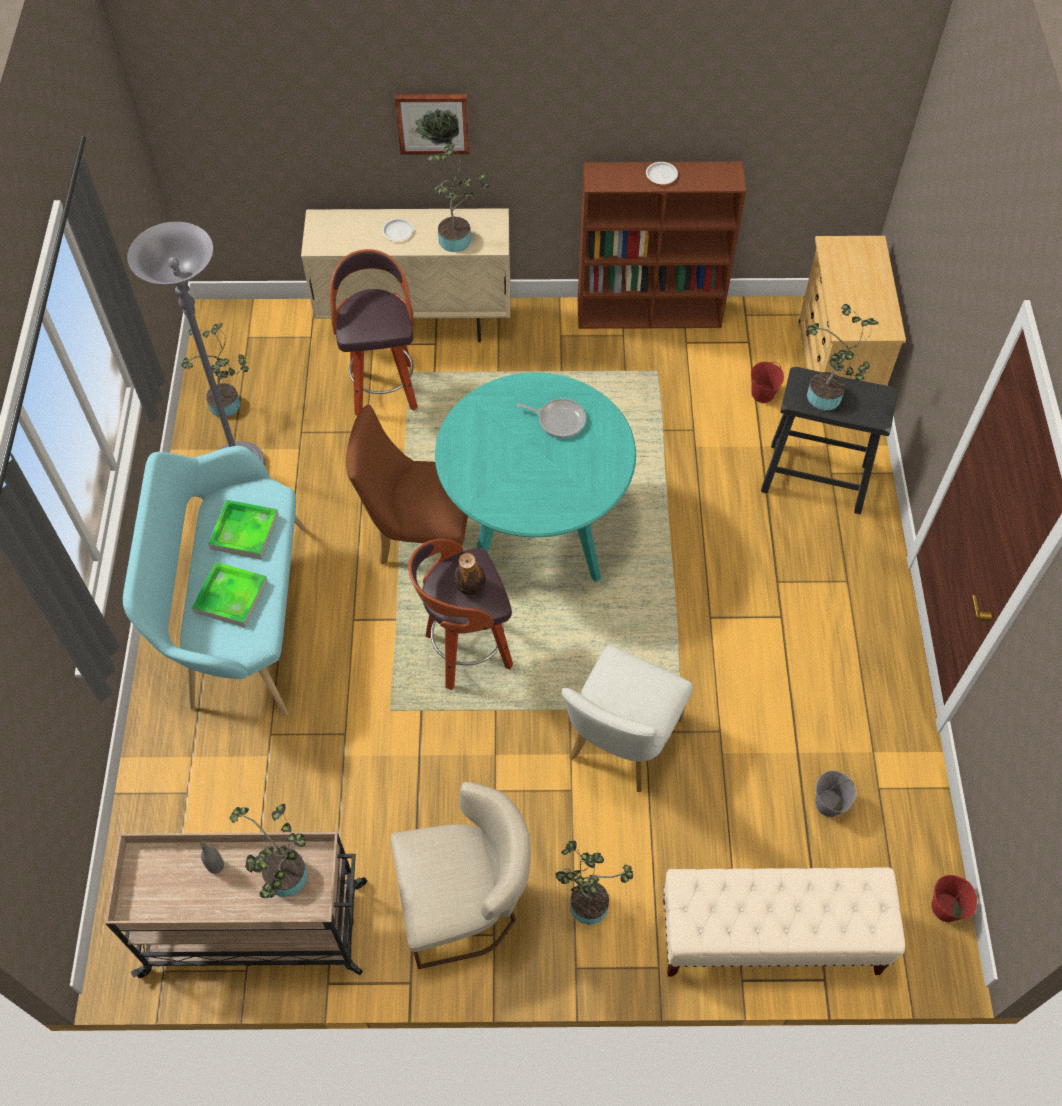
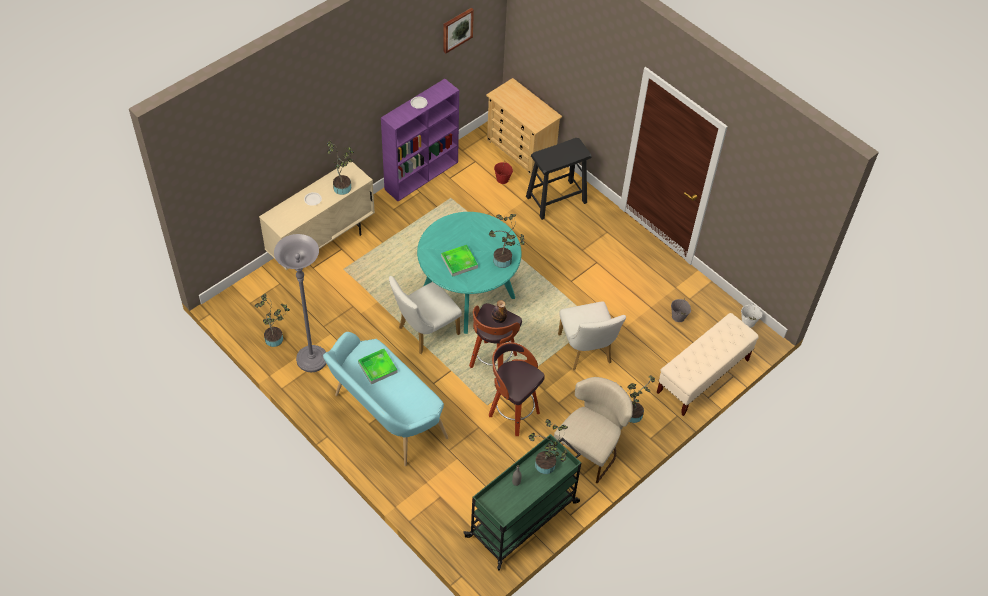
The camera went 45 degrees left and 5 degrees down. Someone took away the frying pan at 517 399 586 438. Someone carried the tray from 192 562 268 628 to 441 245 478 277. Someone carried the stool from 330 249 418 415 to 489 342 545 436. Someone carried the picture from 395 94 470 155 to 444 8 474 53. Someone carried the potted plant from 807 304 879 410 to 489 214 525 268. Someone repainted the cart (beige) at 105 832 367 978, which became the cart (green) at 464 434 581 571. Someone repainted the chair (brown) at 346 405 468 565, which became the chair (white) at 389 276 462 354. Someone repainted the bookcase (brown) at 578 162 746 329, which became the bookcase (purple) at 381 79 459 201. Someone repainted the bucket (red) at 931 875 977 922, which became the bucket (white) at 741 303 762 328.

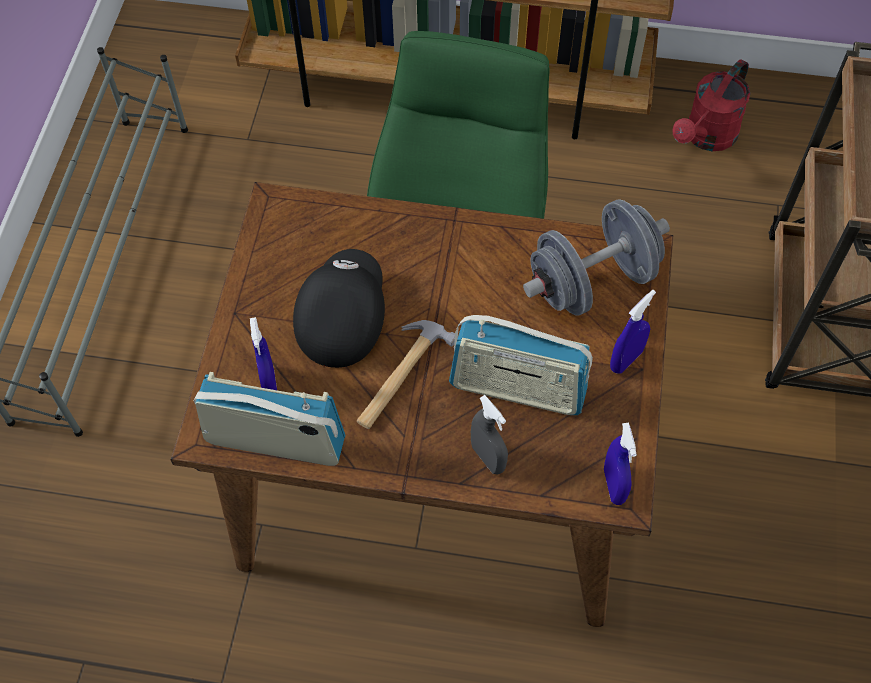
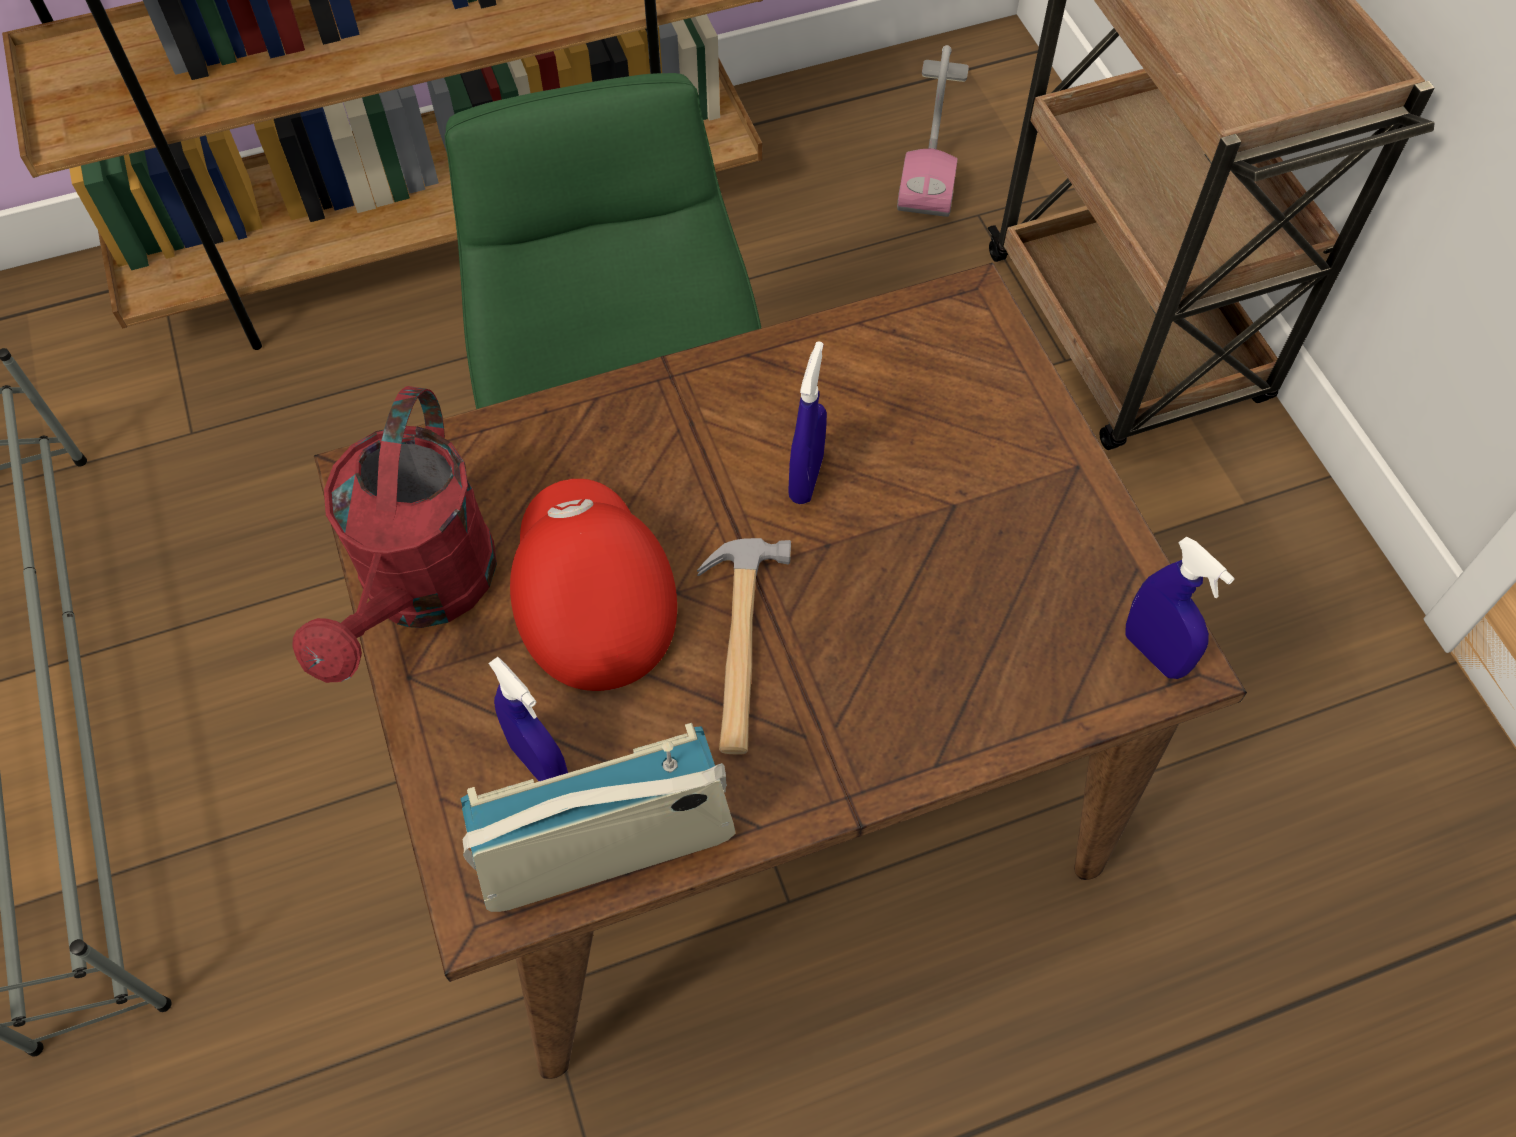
The camera went 30 degrees left and 0 degrees up. Someone took away the radio at 449 315 593 415. Someone took away the spray bottle (grey) at 471 395 508 475. Someone took away the dumbbell (grey) at 523 200 670 316. Someone put down the vacuum cleaner at 897 45 969 217. Someone carried the spray bottle (blue) from 610 290 656 374 to 788 341 827 504. Someone carried the watering can (red) from 672 59 750 151 to 292 386 497 683. Someone repainted the cap (black) at 293 249 385 368, which became the cap (red) at 510 479 677 691.

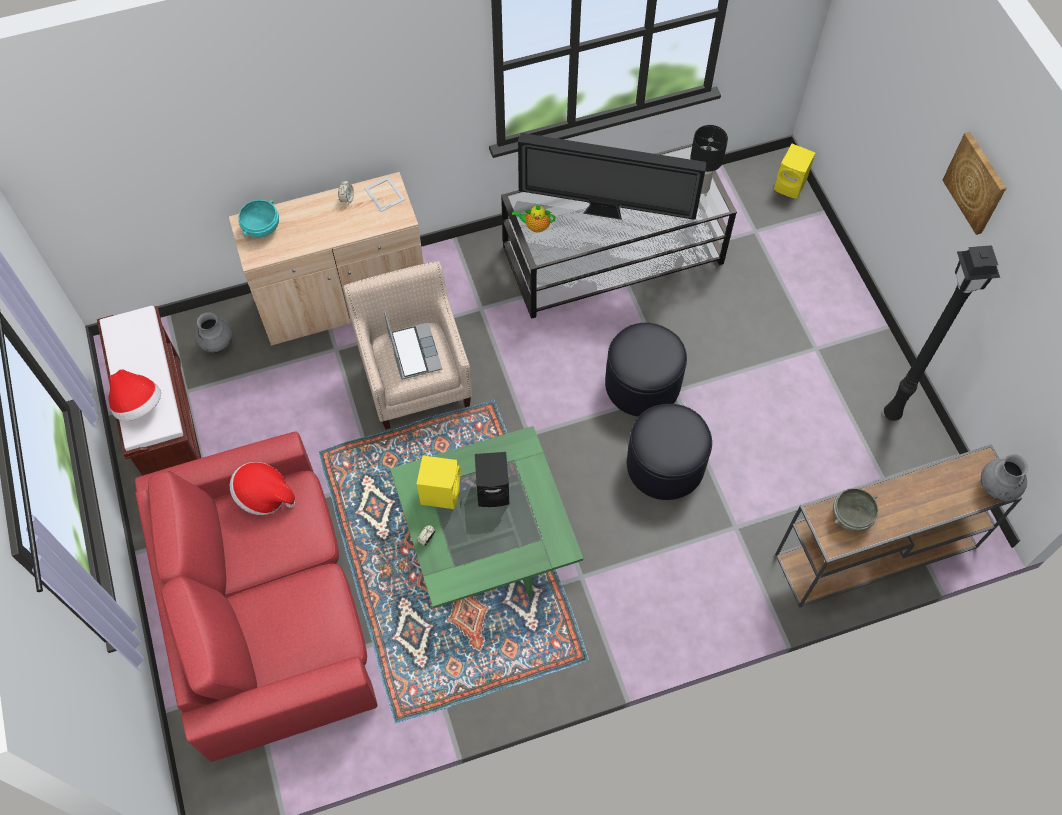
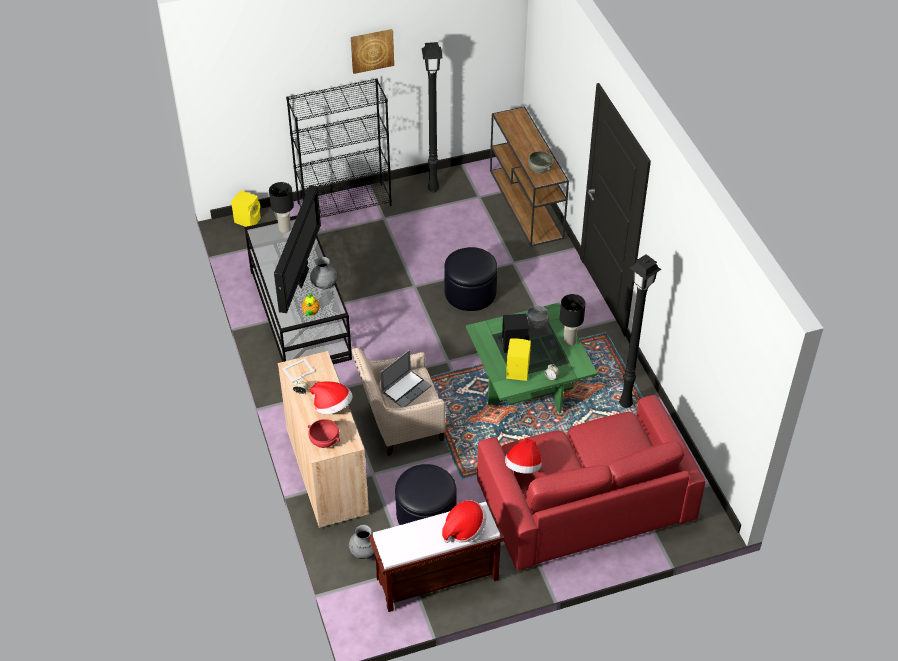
The camera went 90 degrees left and 15 degrees down. Someone put down the bookcase (black) at 286 78 392 218. Someone put down the hat at 310 382 353 414. Someone put down the bowl (grey) at 526 305 549 329. Someone put down the table lamp (black) at 560 294 586 346. Someone put down the floor lamp (black) at 619 254 661 408. Someone carried the ottoman (black) from 605 323 687 417 to 395 464 457 525. Someone carried the vase (grey) from 981 454 1028 501 to 310 257 337 289. Someone repainted the bowl (turquoise) at 238 200 279 238, which became the bowl (red) at 308 419 340 448. Someone rotated the laptop at 384 310 442 380 by 150 degrees clockwise.

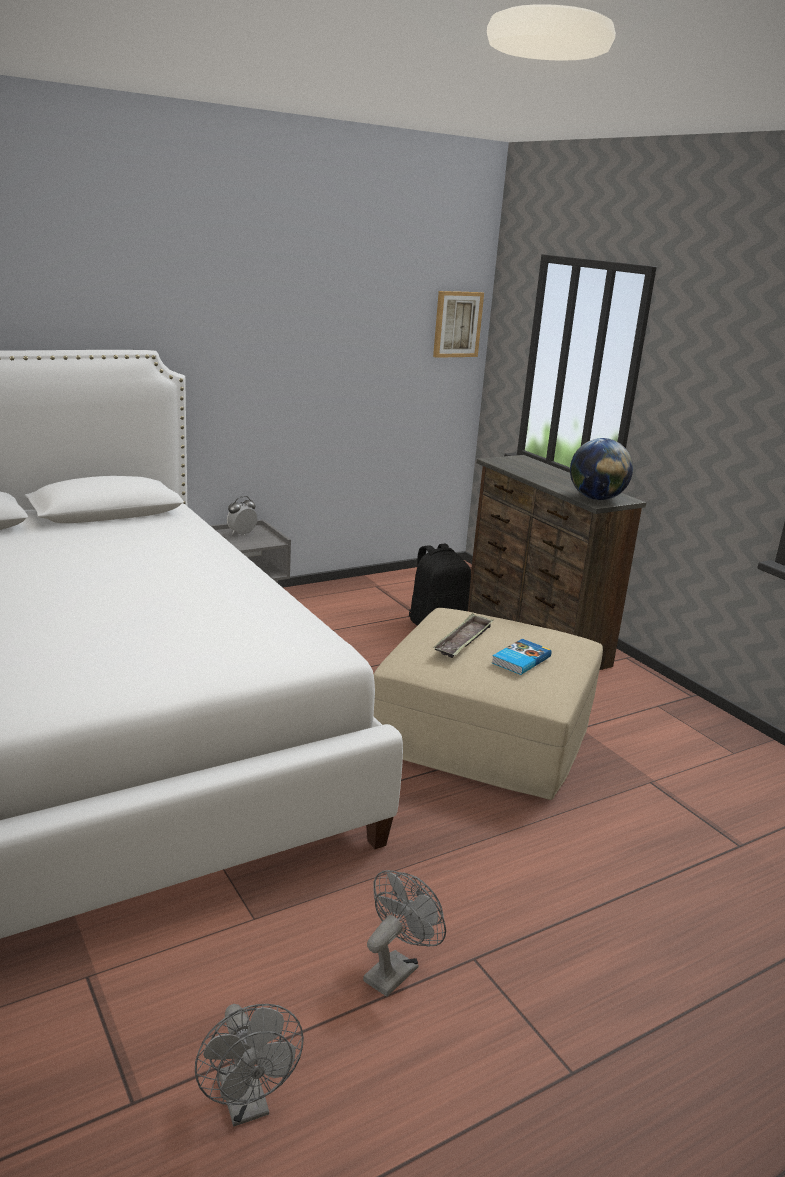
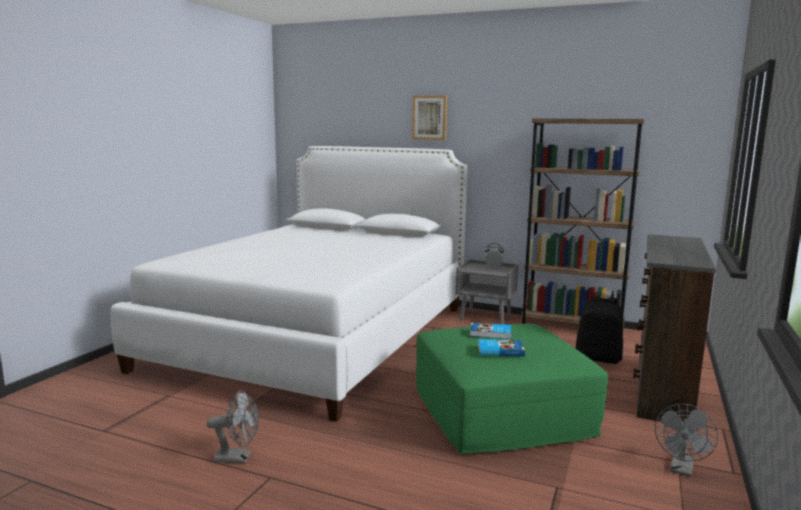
The camera went 55 degrees right and 10 degrees down. Someone took away the globe at 570 438 633 500. Someone put down the bookcase (brown) at 521 119 644 329. Someone carried the fan (grey) from 195 1004 304 1126 to 655 404 718 477. Someone carried the picture from 433 291 484 358 to 412 96 447 140. Someone swapped the tray at 433 613 493 658 for the book at 470 322 511 339. Someone repainted the ottoman (beige) at 374 608 603 800, which became the ottoman (green) at 416 324 608 454.

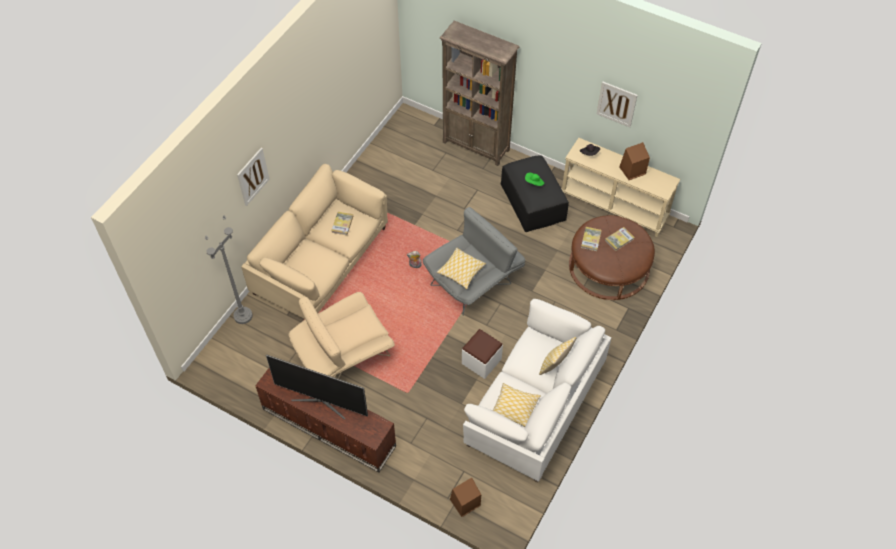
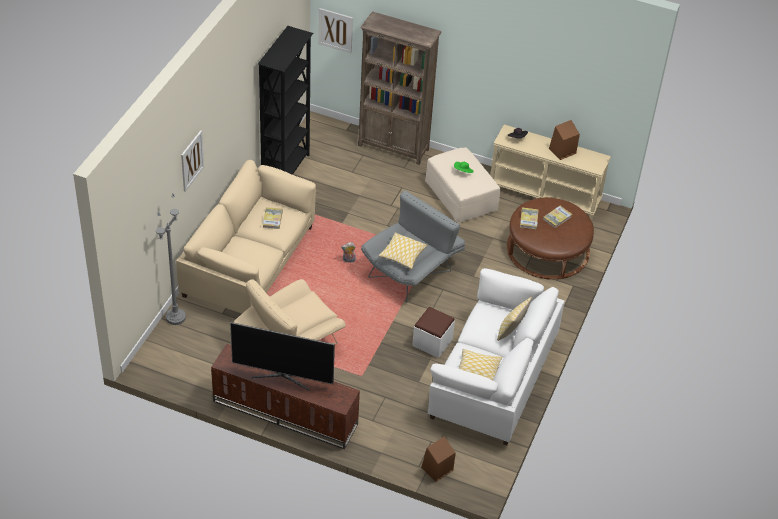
The camera went 10 degrees left and 10 degrees down. Someone put down the bookcase (black) at 258 26 313 175. Someone carried the picture from 597 82 637 127 to 319 8 353 53. Someone repainted the ottoman (black) at 501 155 569 232, which became the ottoman (beige) at 425 147 500 223.

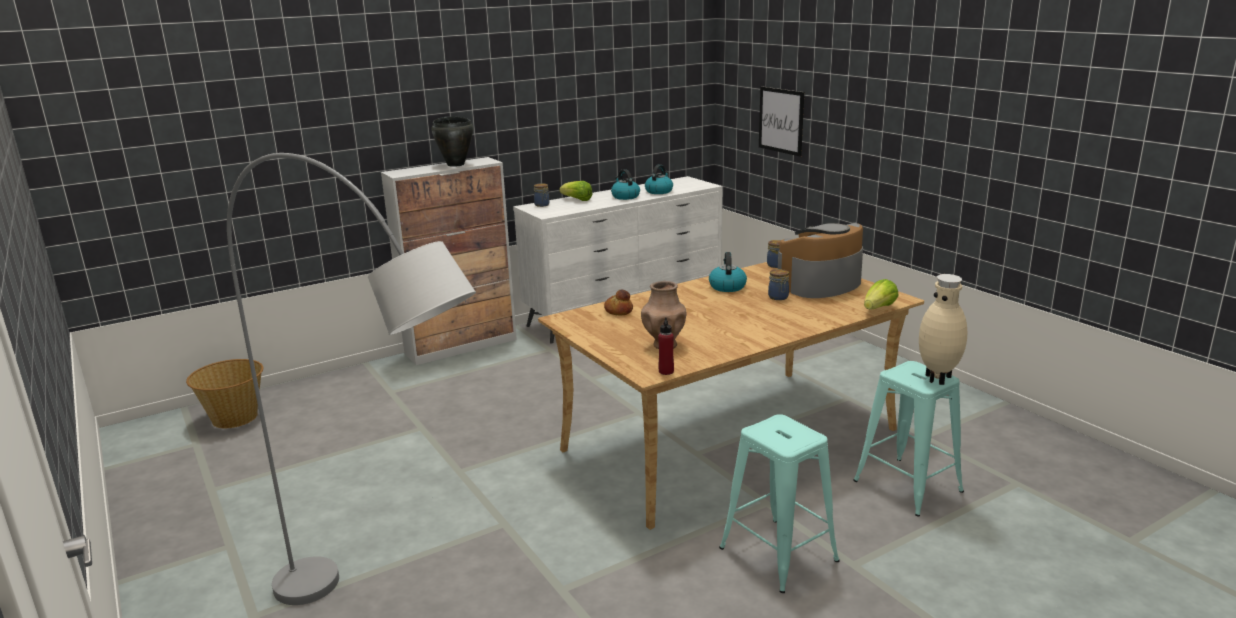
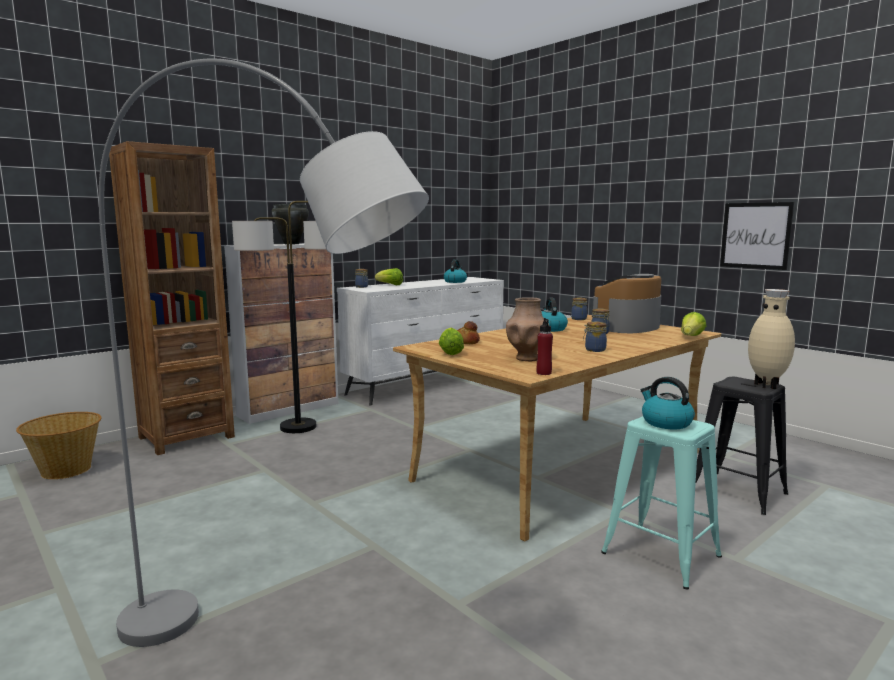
The camera went 10 degrees left and 10 degrees down. Someone put down the bookcase (brown) at 109 141 235 455. Someone put down the floor lamp at 232 201 326 433. Someone put down the lettuce at 439 327 464 355. Someone put down the jar at 583 322 607 352. Someone carried the kettle from 611 169 640 200 to 641 377 695 429. Someone carried the picture from 759 86 804 156 to 720 202 794 270. Someone repainted the stool (turquoise) at 853 361 964 517, which became the stool (black) at 696 377 788 515.

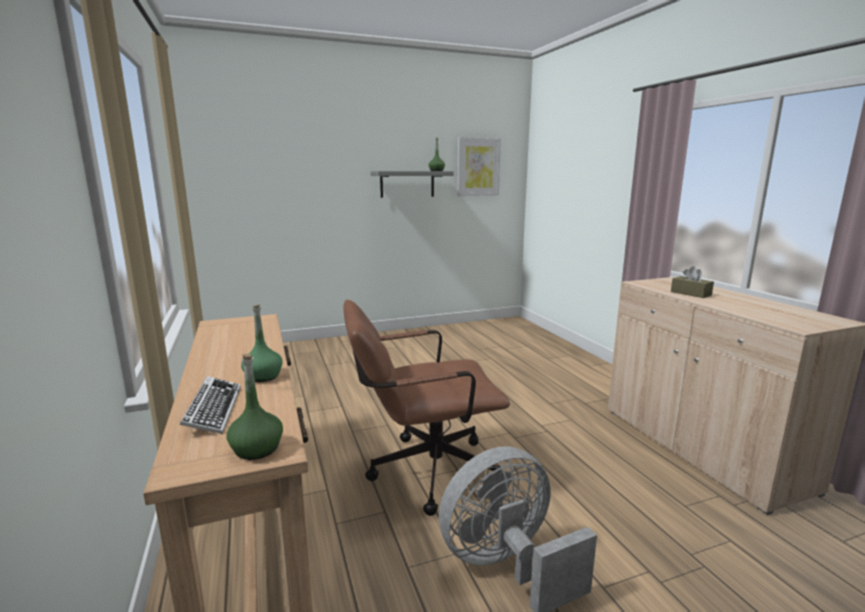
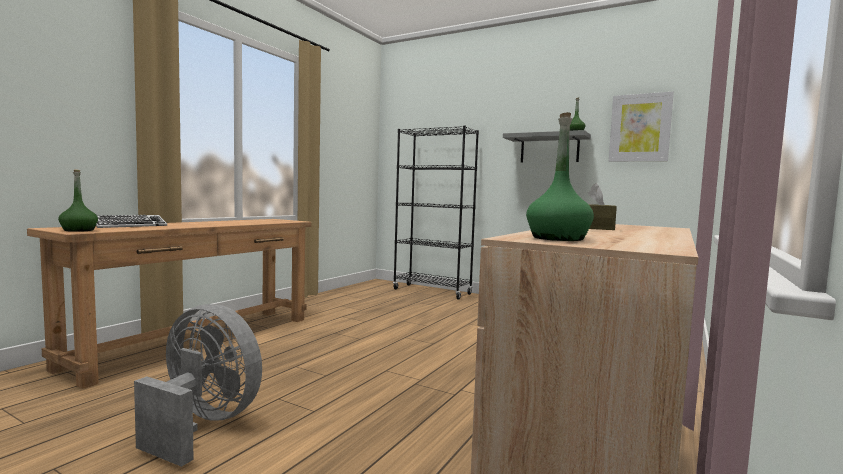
The camera went 50 degrees right and 10 degrees down. Someone took away the office chair (brown) at 343 300 510 516. Someone put down the bookcase (black) at 393 126 479 299. Someone carried the bottle (green) from 241 305 282 382 to 526 112 594 241.

